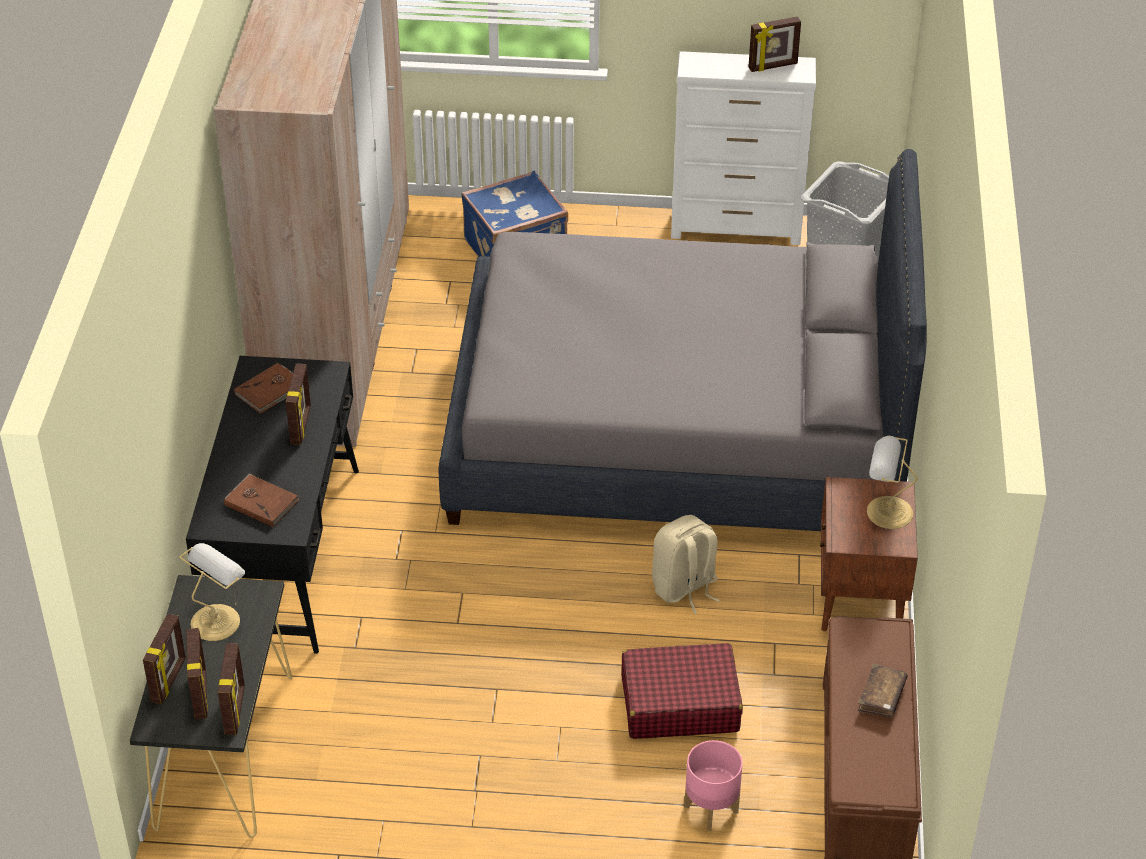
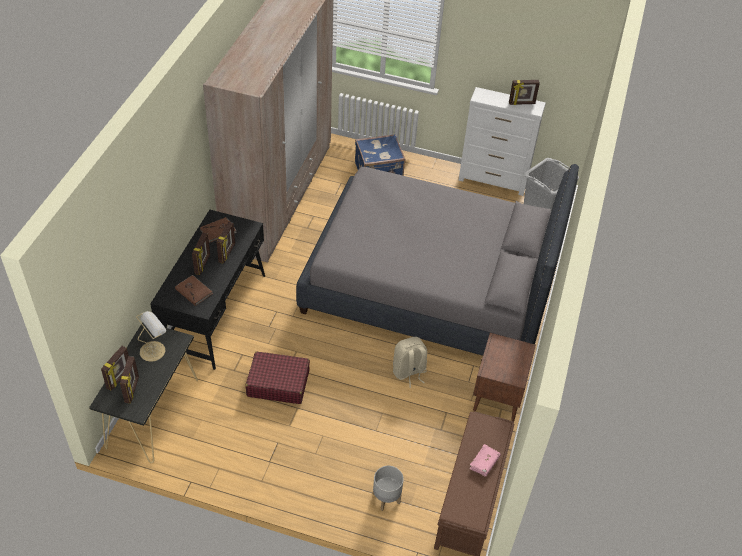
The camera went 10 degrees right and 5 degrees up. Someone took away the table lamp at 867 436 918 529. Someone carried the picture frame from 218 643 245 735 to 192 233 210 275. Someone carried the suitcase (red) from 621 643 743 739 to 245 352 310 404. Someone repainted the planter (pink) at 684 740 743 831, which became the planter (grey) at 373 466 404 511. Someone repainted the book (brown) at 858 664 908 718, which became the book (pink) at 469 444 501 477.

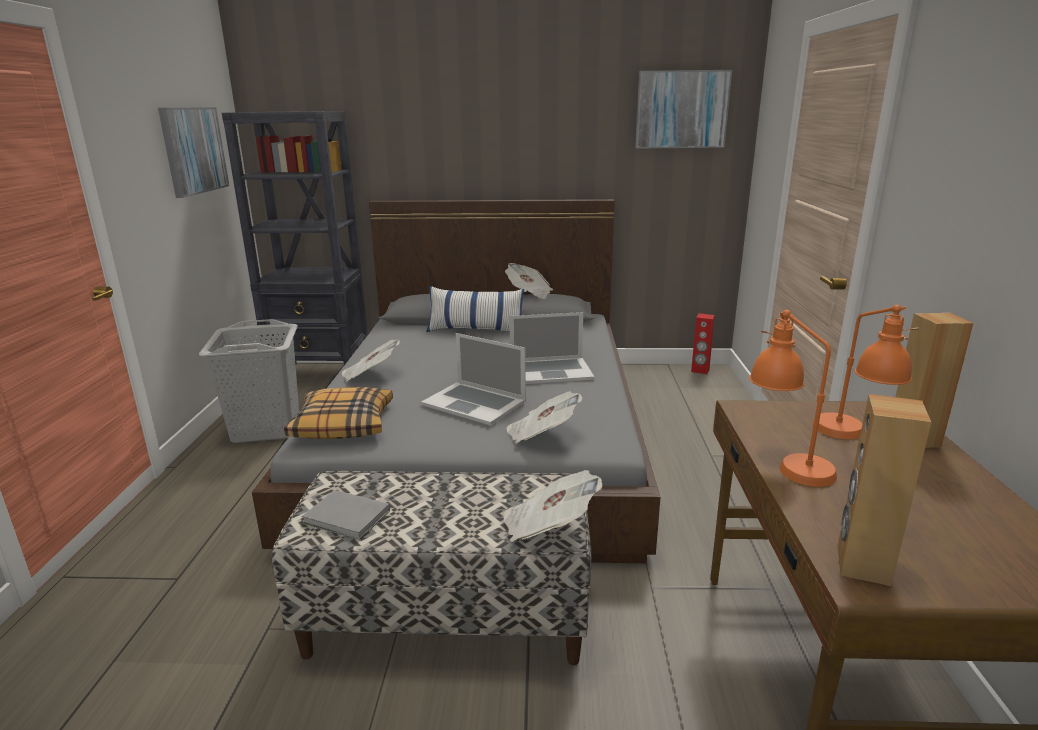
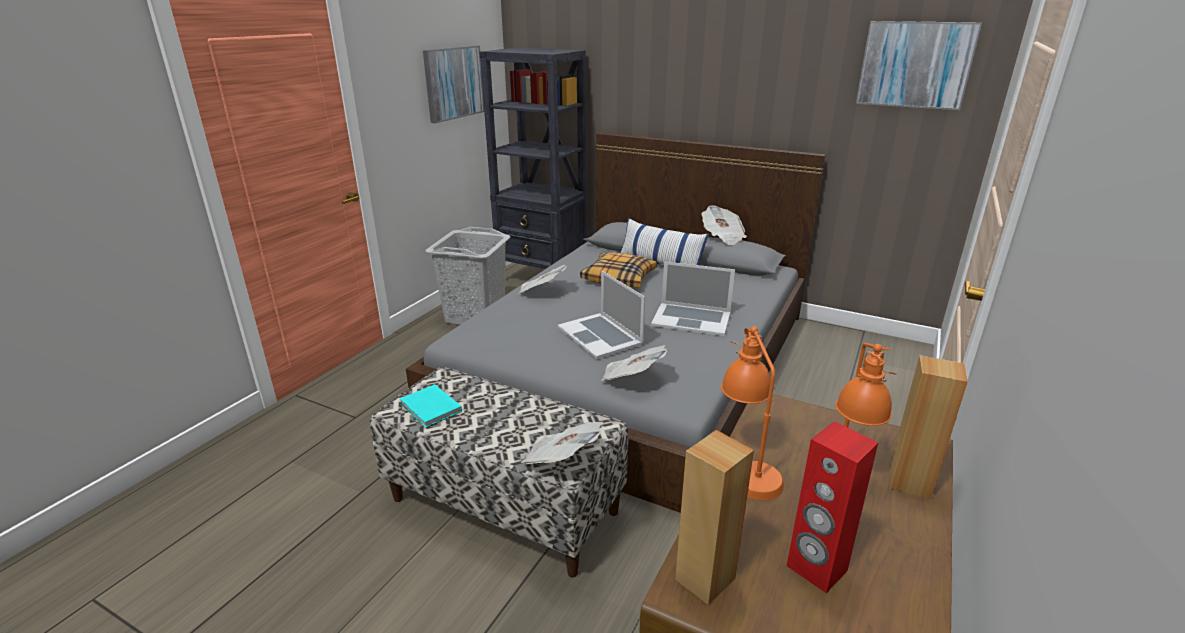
The camera went 25 degrees right and 5 degrees up. Someone carried the pillow from 284 387 393 439 to 580 253 657 287. Someone carried the speaker (red) from 691 313 715 374 to 787 421 878 593. Someone repainted the book (grey) at 302 490 390 540, which became the book (turquoise) at 400 384 462 428.

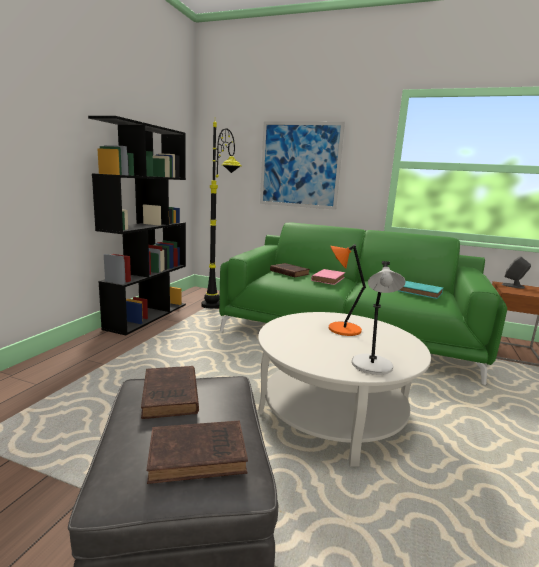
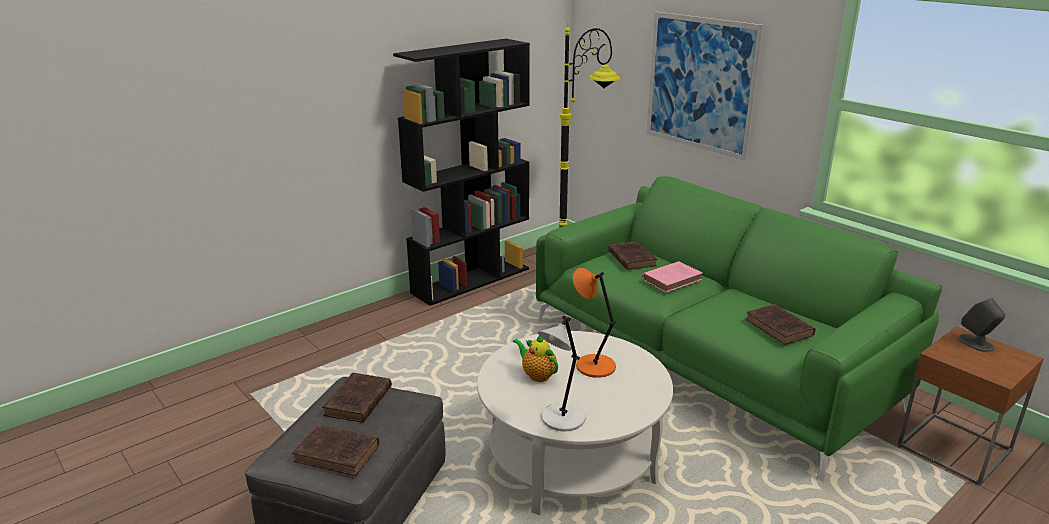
The camera went 30 degrees right and 10 degrees up. Someone put down the teapot at 513 336 558 382. Someone repainted the book (turquoise) at 398 281 443 299, which became the book (brown) at 746 304 815 345.

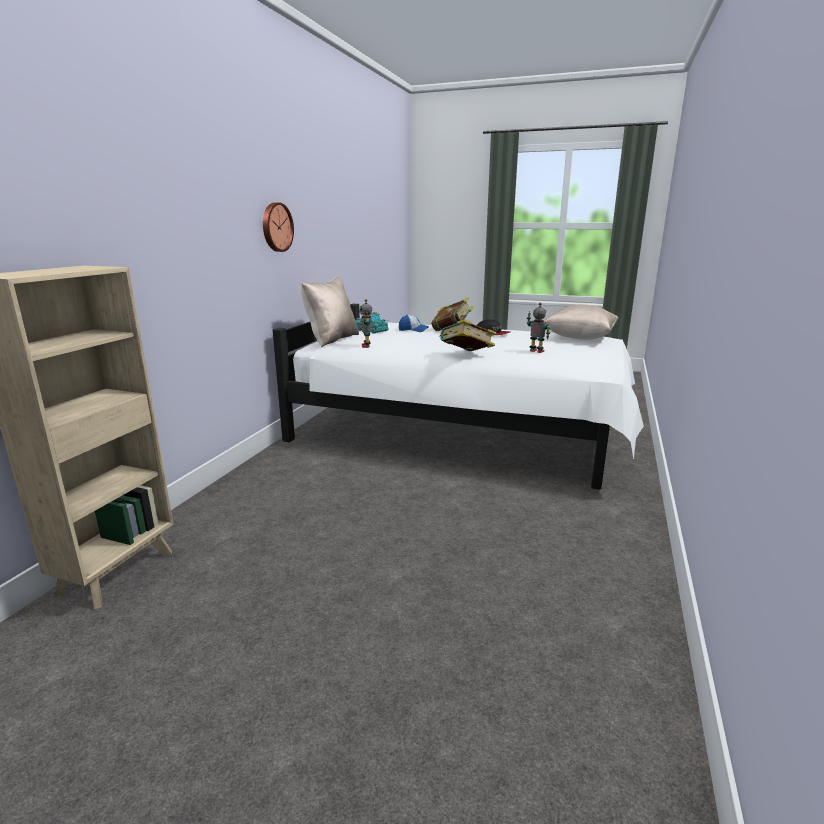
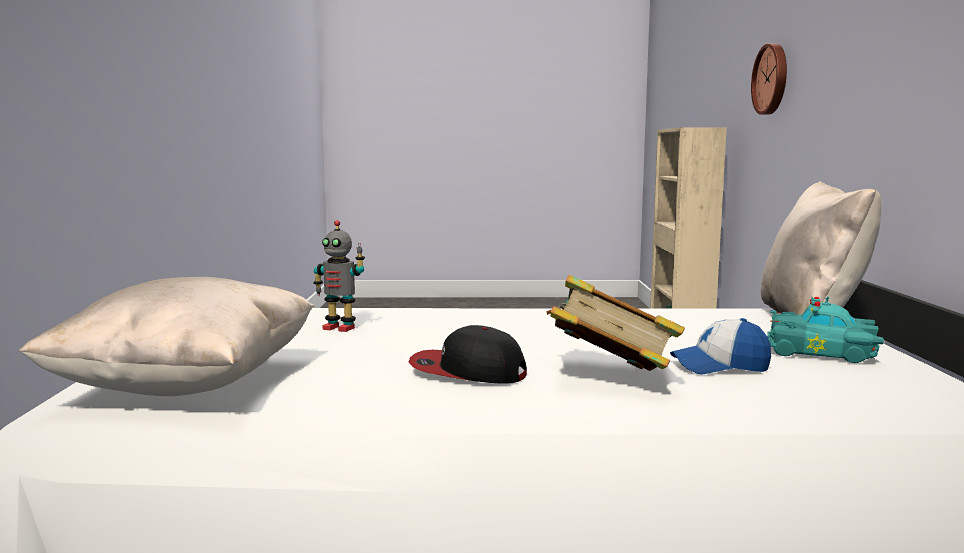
The camera went 160 degrees right and 10 degrees down. Someone took away the toy robot at 359 299 373 348. Someone took away the book at 440 319 496 351. Someone carried the wall clock from 263 202 294 252 to 751 44 787 115.

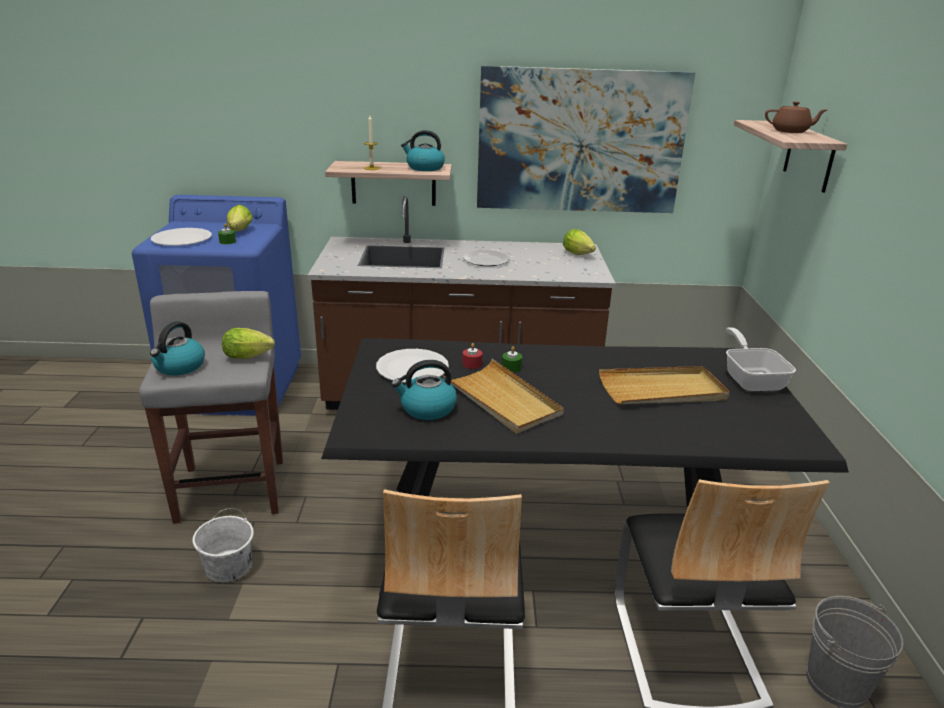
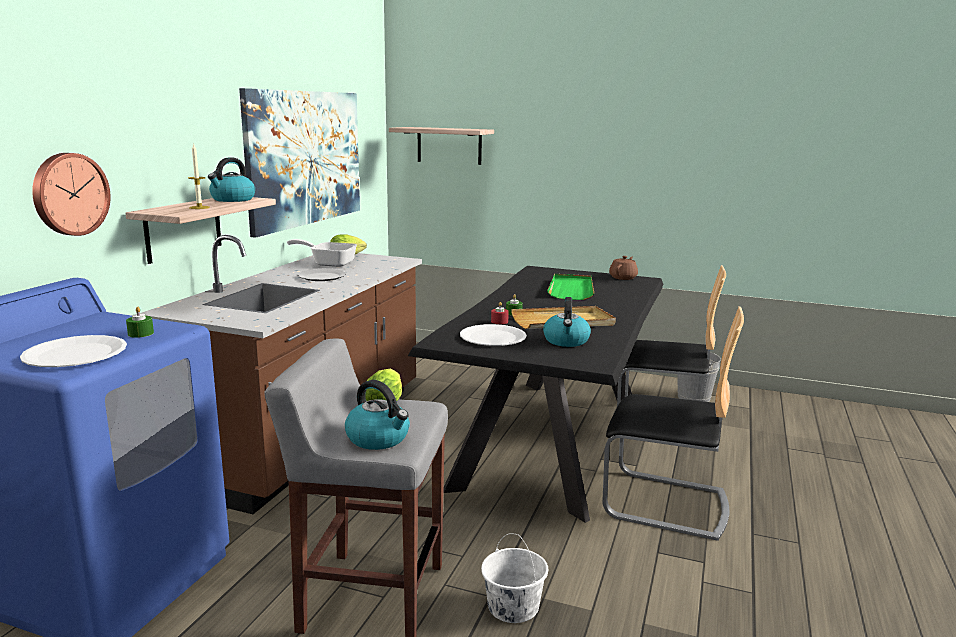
The camera went 70 degrees left and 10 degrees down. Someone took away the lettuce at 227 205 253 231. Someone put up the wall clock at 32 153 110 236. Someone carried the frying pan from 726 327 796 391 to 287 239 357 267. Someone carried the teapot (brown) from 765 102 827 133 to 609 256 638 280. Someone repainted the tray (beige) at 599 366 730 404, which became the tray (green) at 547 274 594 300.

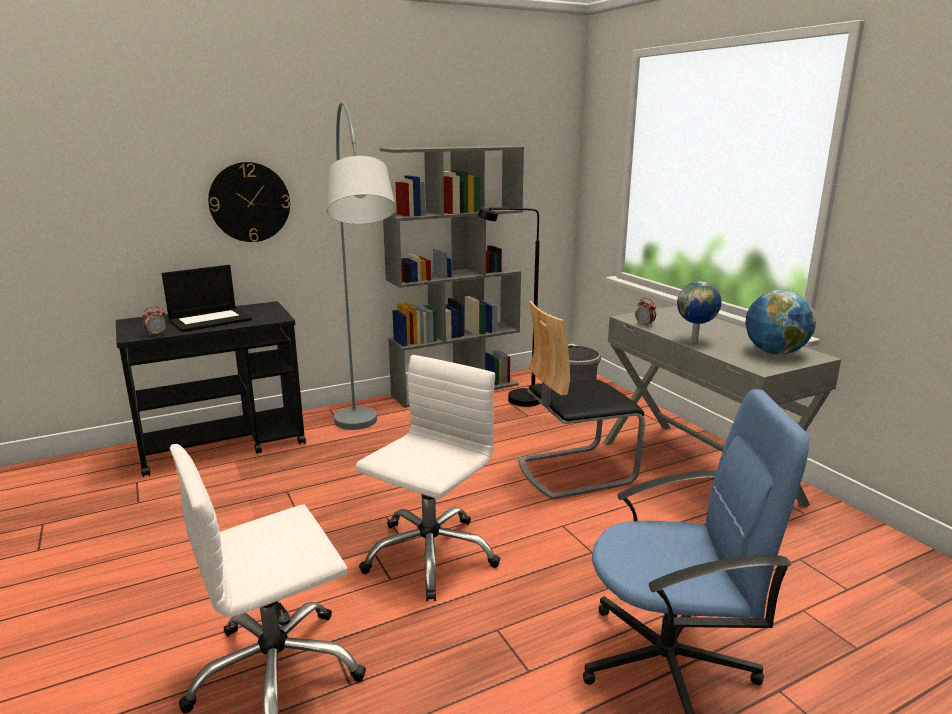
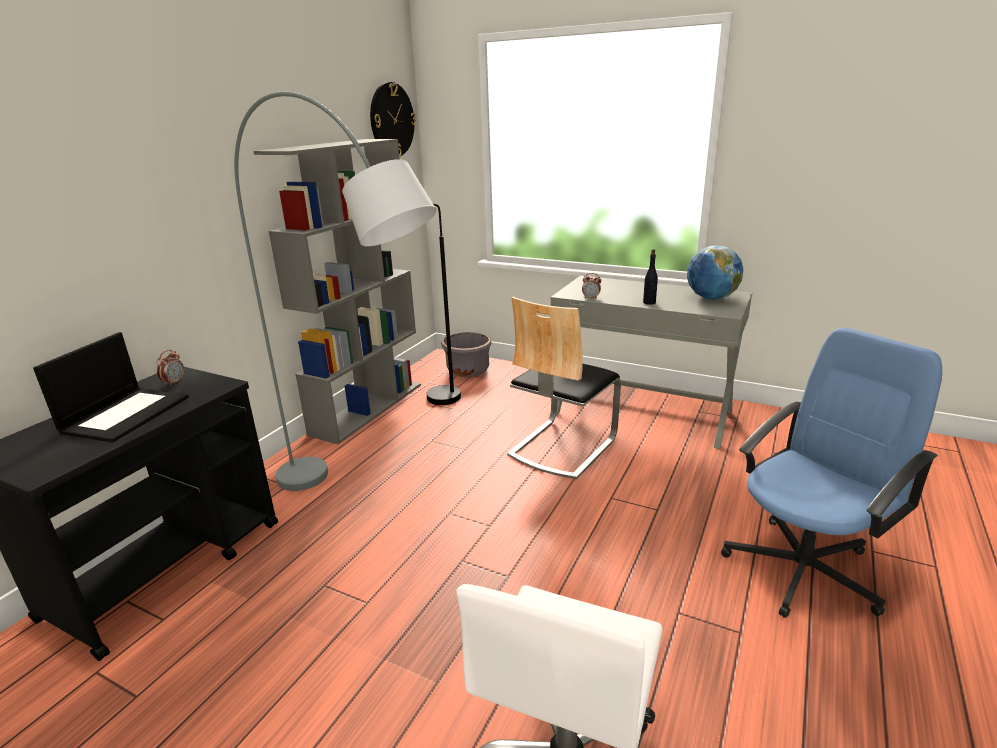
The camera went 35 degrees left and 5 degrees up. Someone took away the office chair (white) at 356 355 500 601. Someone carried the alarm clock from 143 306 167 336 to 156 350 184 386. Someone carried the wall clock from 208 162 290 242 to 370 82 416 156. Someone swapped the globe at 677 282 721 343 for the bottle (black) at 643 250 658 305.

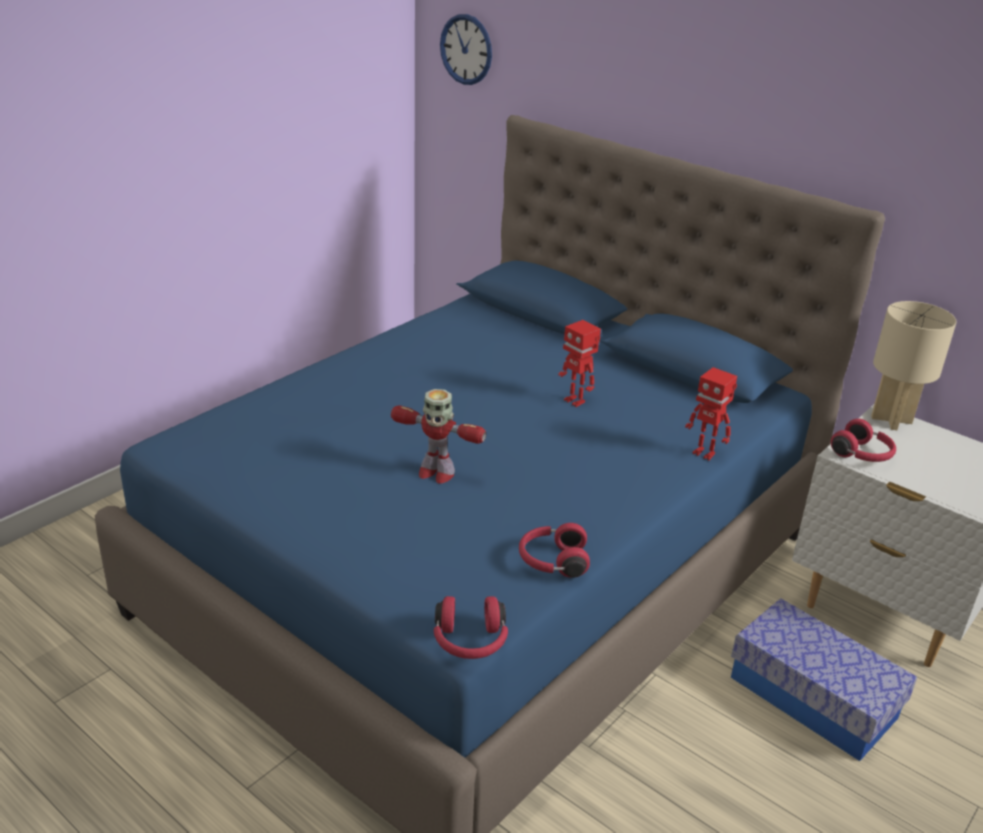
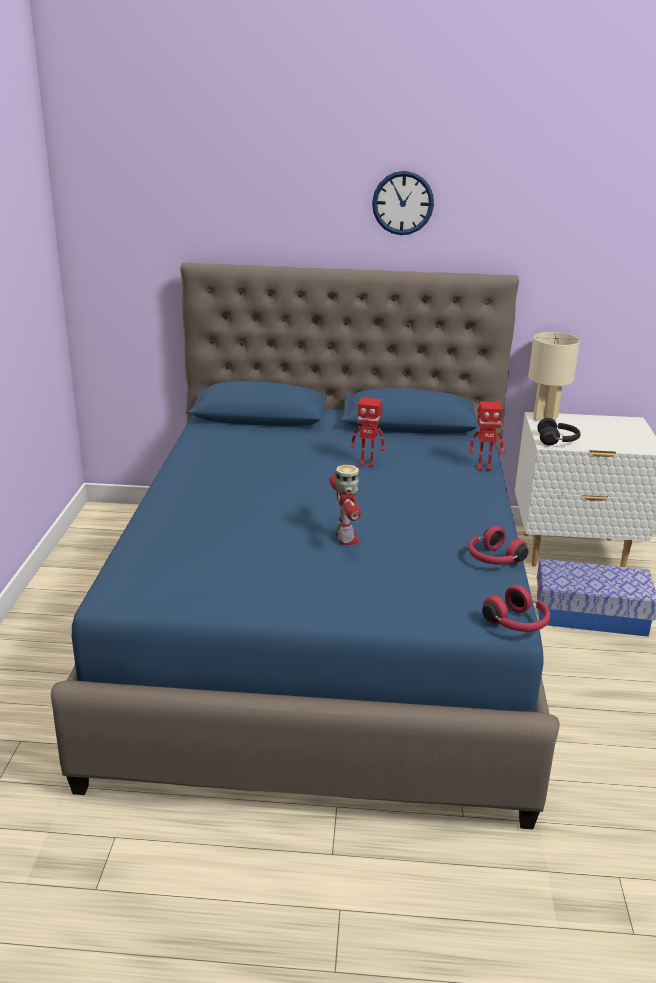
The camera went 35 degrees left and 5 degrees down. Someone carried the wall clock from 440 14 492 85 to 372 171 434 235. Someone repainted the headphones (red) at 831 418 896 462, which became the headphones (black) at 537 418 581 446. Someone rotated the toy robot at 391 389 486 484 by 90 degrees counterclockwise.

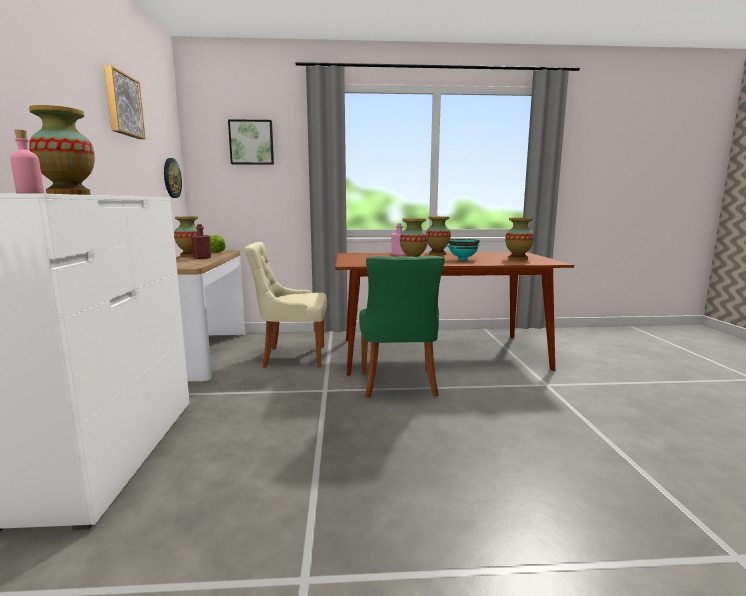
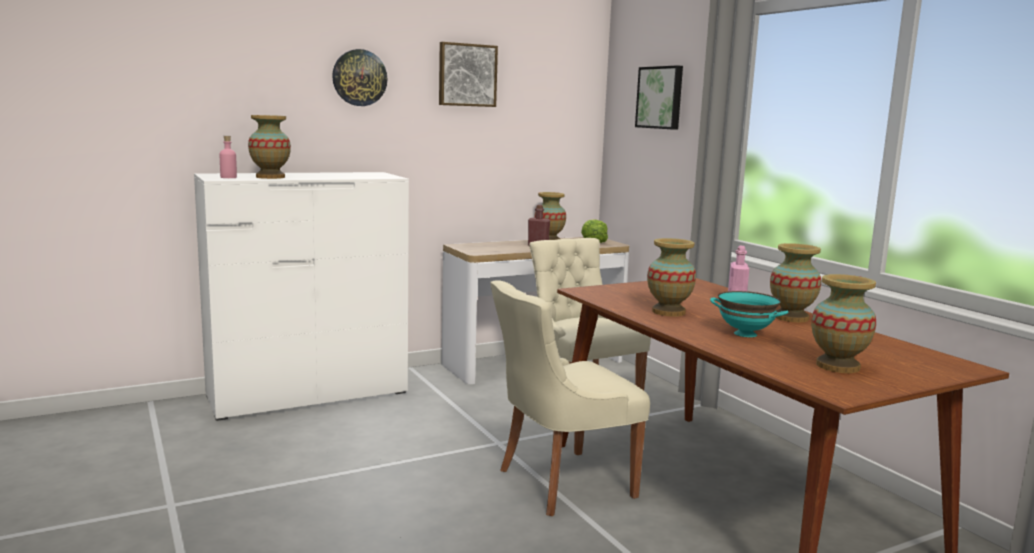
The camera went 65 degrees right and 0 degrees up. Someone carried the wall clock from 164 158 182 198 to 332 49 388 106. Someone repainted the chair (green) at 359 256 445 398, which became the chair (beige) at 490 280 650 516.

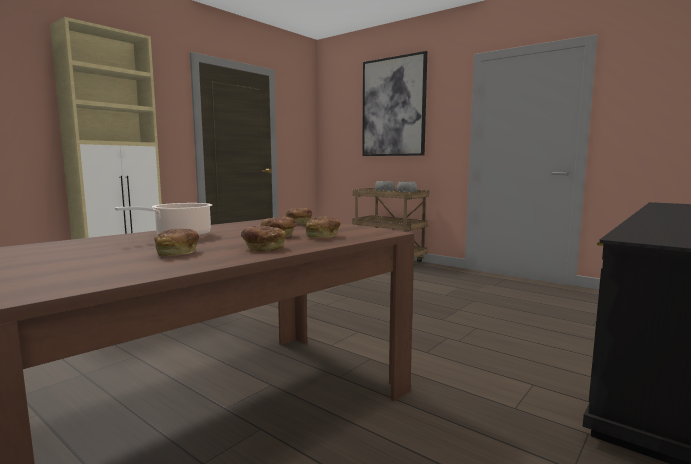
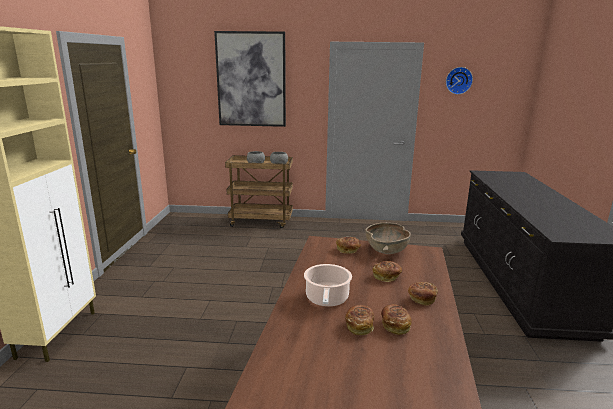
The camera went 35 degrees left and 10 degrees up. Someone put down the bowl (brown) at 365 223 411 254. Someone put up the wall clock at 446 67 473 94. Someone carried the bread from 306 216 341 238 to 345 305 375 335.

